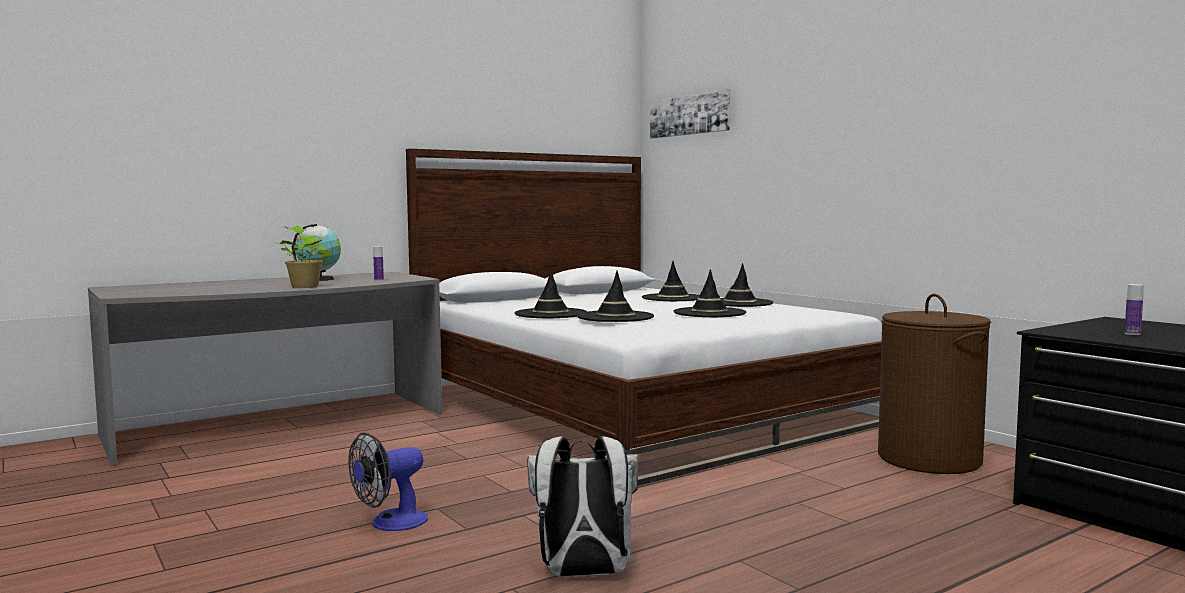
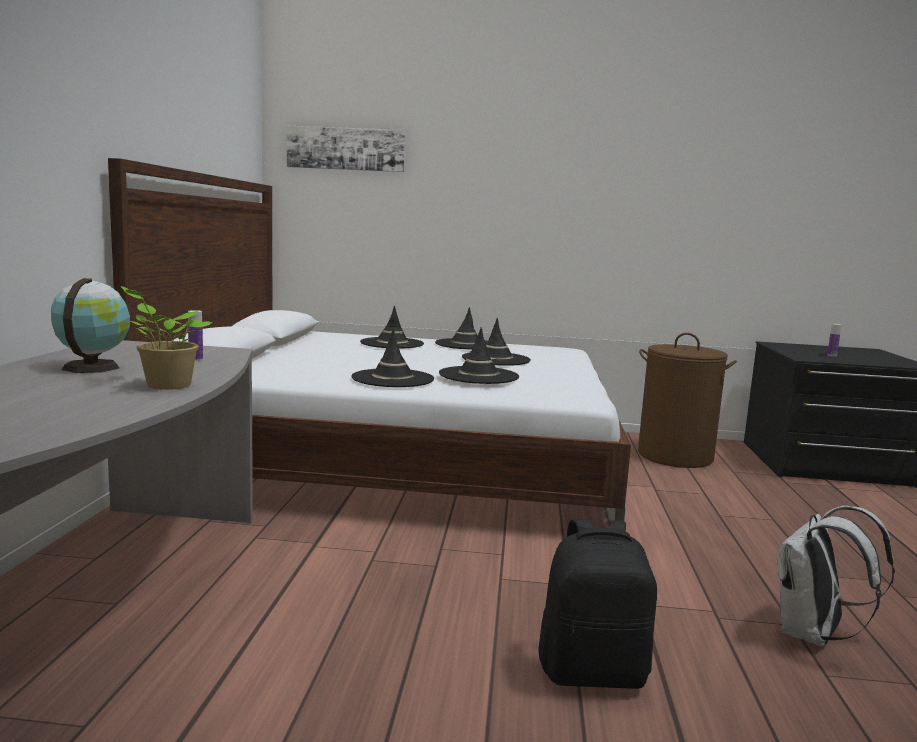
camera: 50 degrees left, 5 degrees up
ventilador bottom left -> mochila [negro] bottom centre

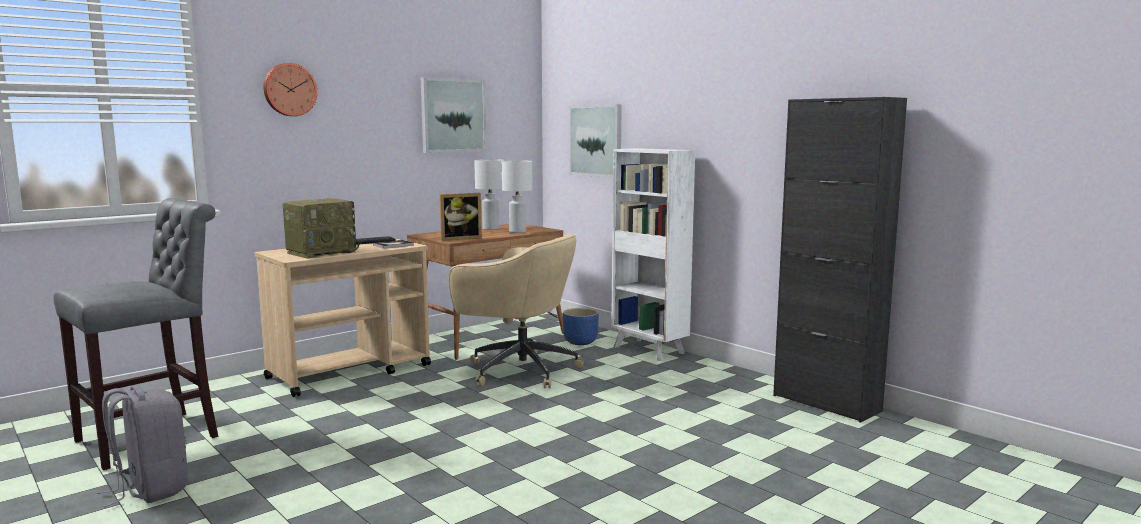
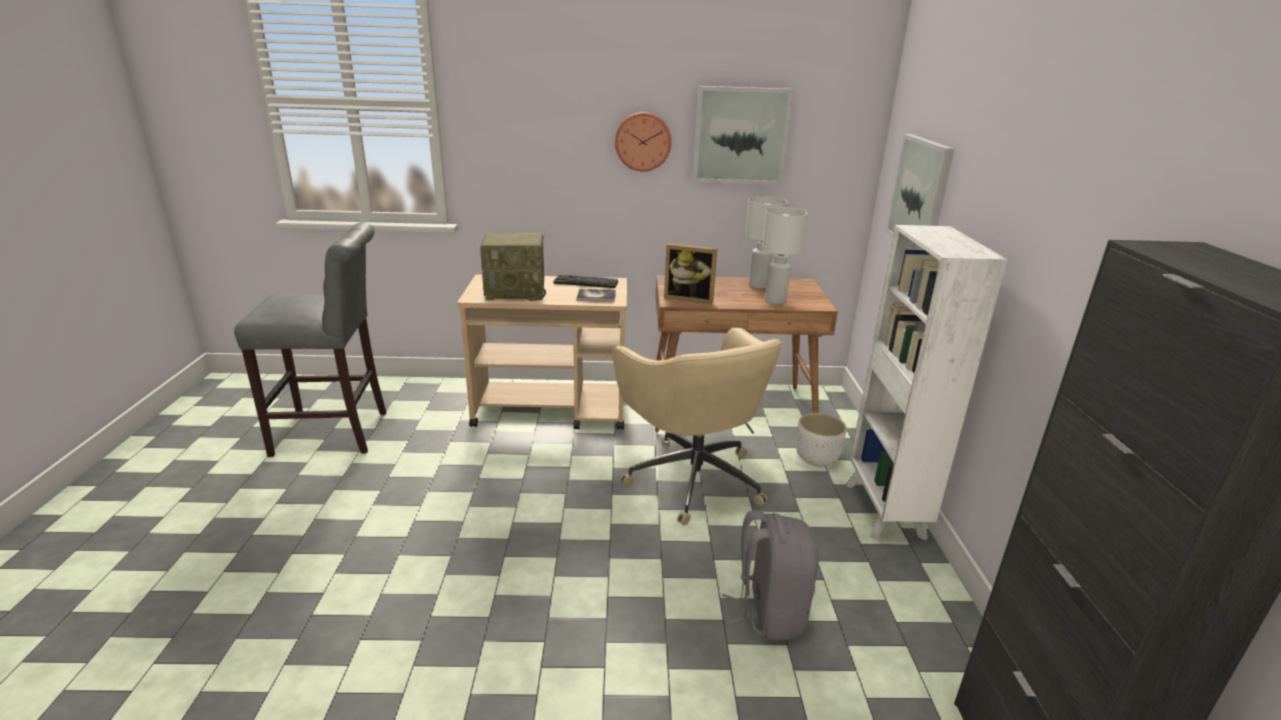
camera: 40 degrees right, 15 degrees up
mochila [gris] bottom left -> mochila [gris] bottom centre, move
reloj de pared top left -> reloj de pared top centre, move
maceta [azul] centre -> maceta [blanco] centre

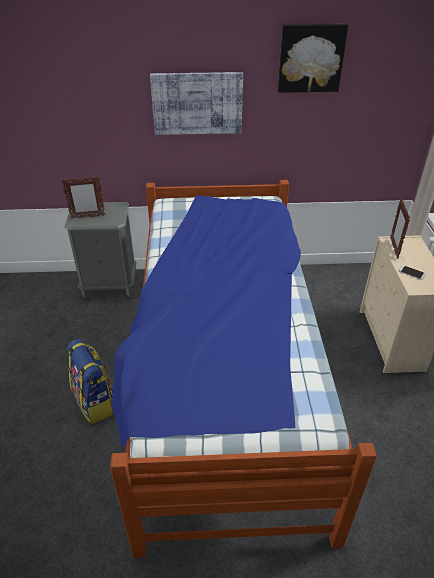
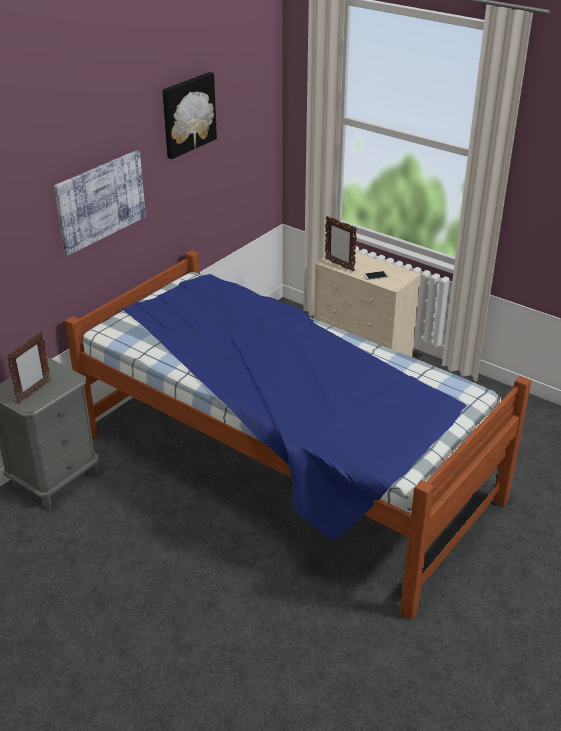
camera: 50 degrees left, 5 degrees down
mochila middle left -> none

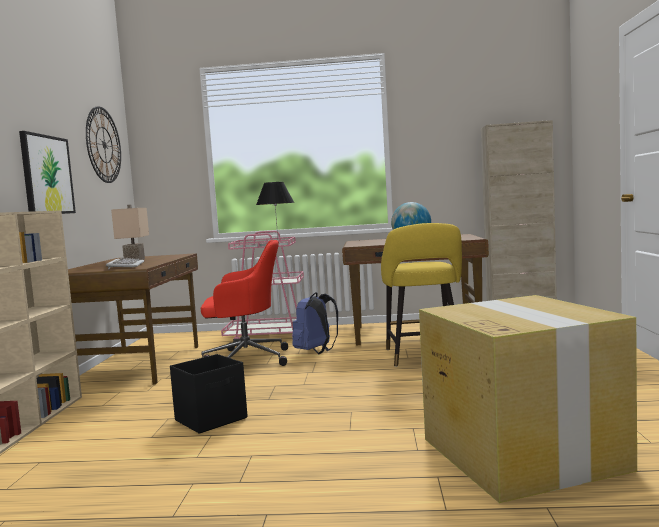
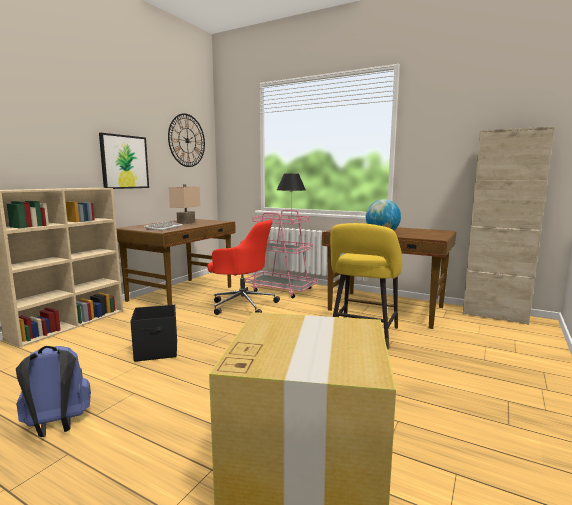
camera: 25 degrees right, 5 degrees up
mochila [azul] centre -> mochila [azul] bottom left, move

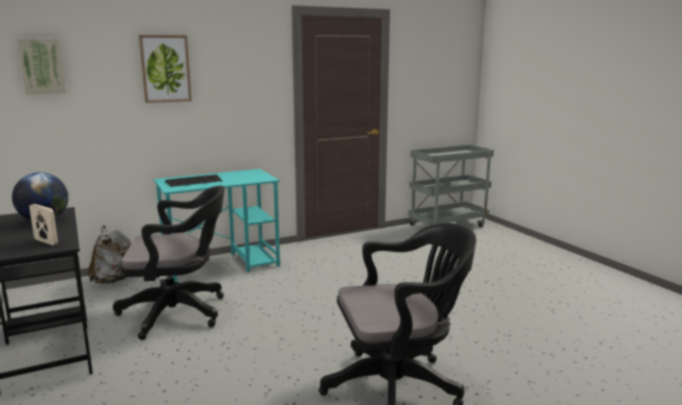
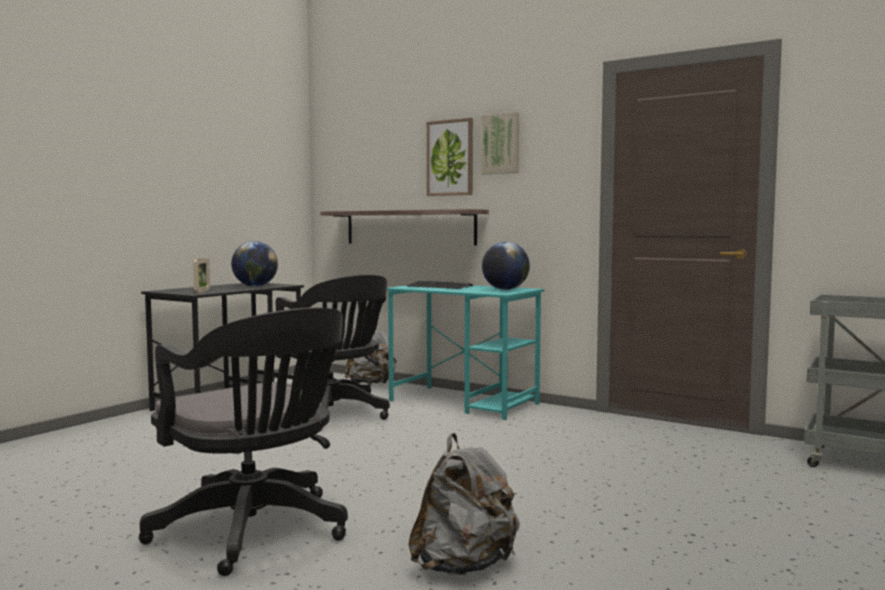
camera: 60 degrees right, 10 degrees down
none -> estante centre
none -> mochila [gris] (2nd from left) bottom centre
none -> globo terráqueo (2nd from left) centre
cuadro (1st from left in the first image) top left -> cuadro (2nd from left) top centre, move

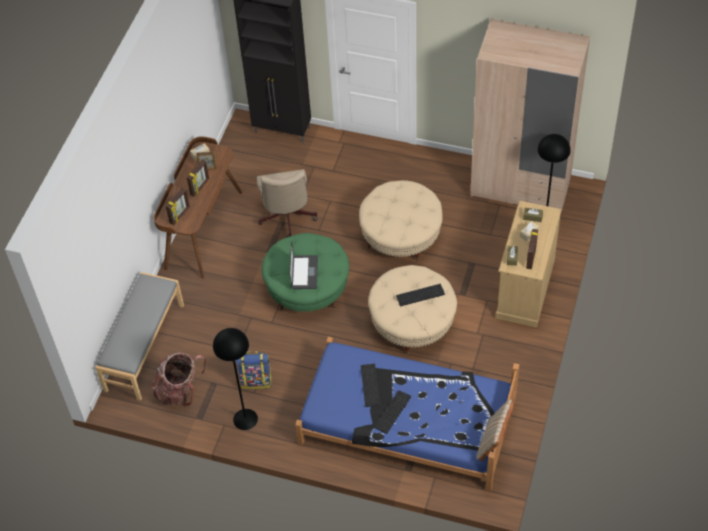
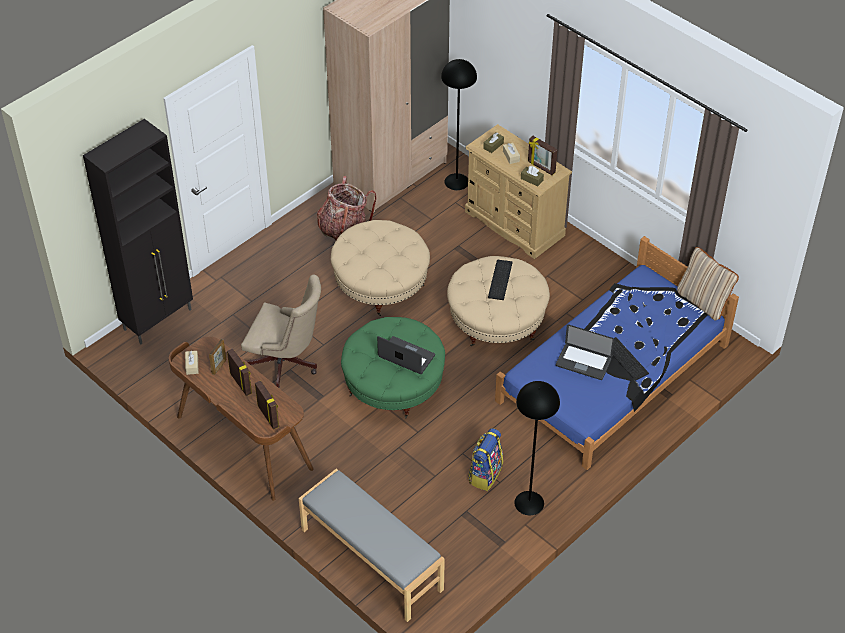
camera: 65 degrees left, 5 degrees down
mochila (1st from left) bottom left -> mochila (1st from left) top centre, move
teclado (1st from left) bottom centre -> portátil (2nd from left) middle right

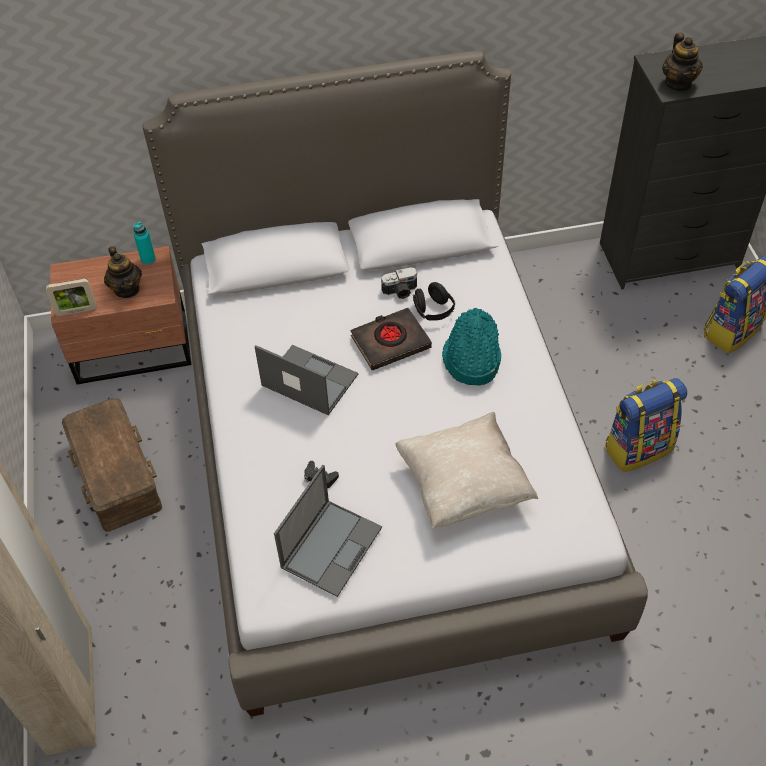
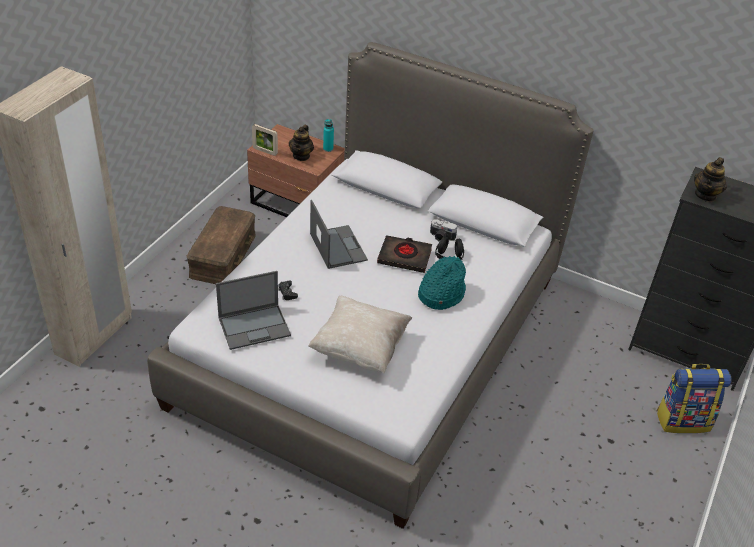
camera: 35 degrees right, 10 degrees down
mochila (1st from left) middle right -> none

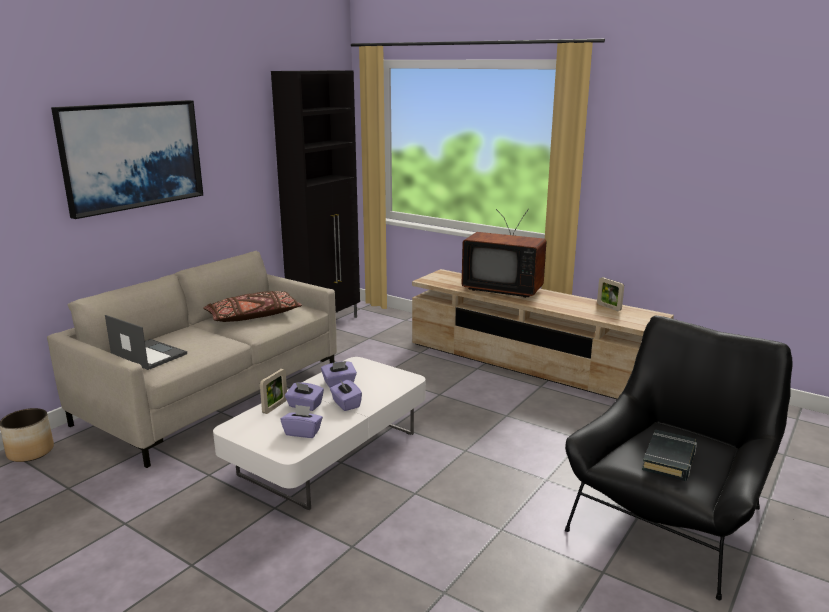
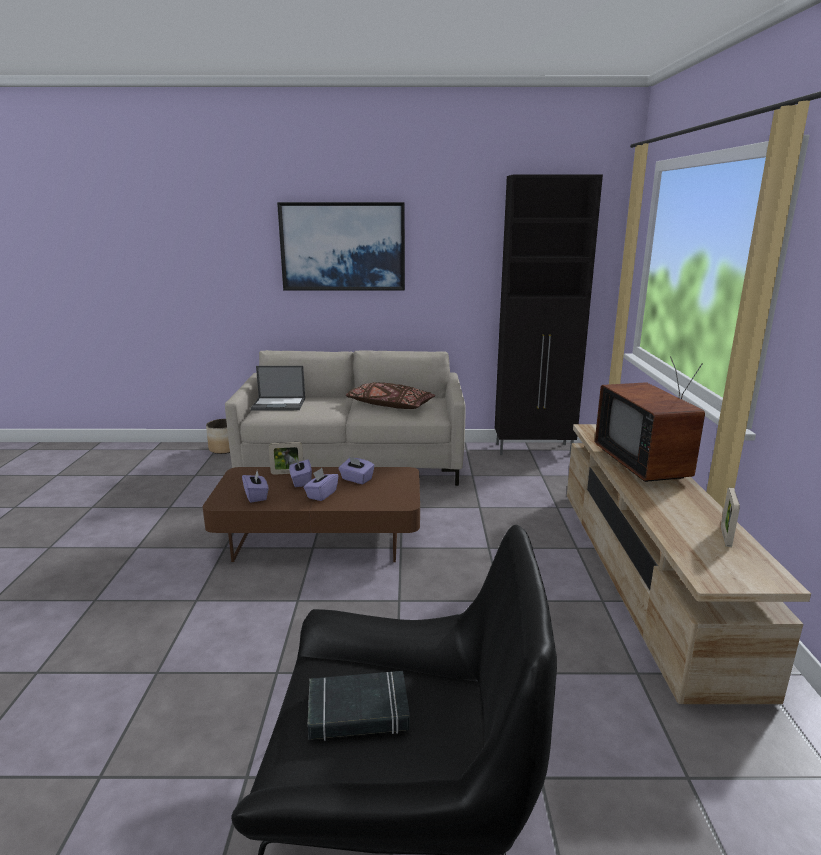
camera: 55 degrees right, 0 degrees up
mesa de centro [blanco] bottom centre -> mesa de centro [marrón] centre
portátil middle left -> portátil centre, 90 degrees clockwise

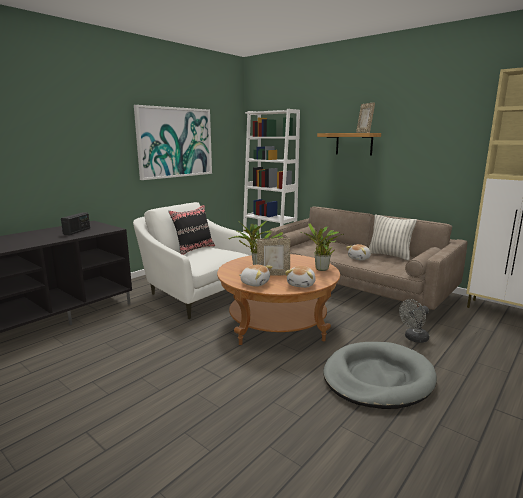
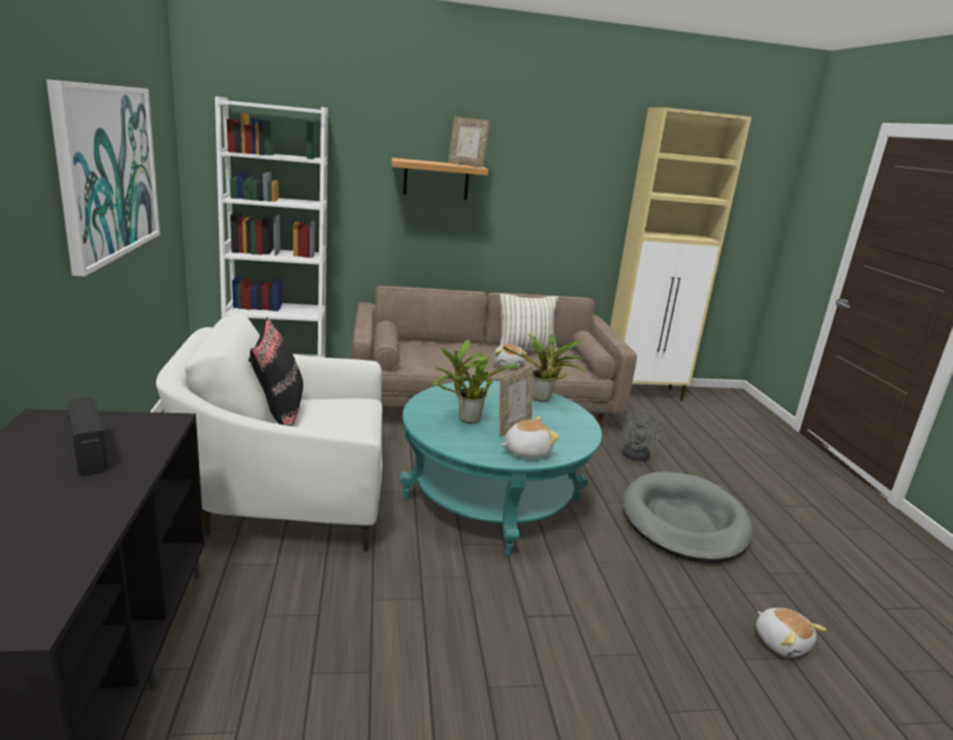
camera: 50 degrees left, 5 degrees up
peluche (2nd from left in the first image) centre -> peluche (3rd from left) bottom right, move
mesa de centro [marrón] centre -> mesa de centro [turquesa] centre

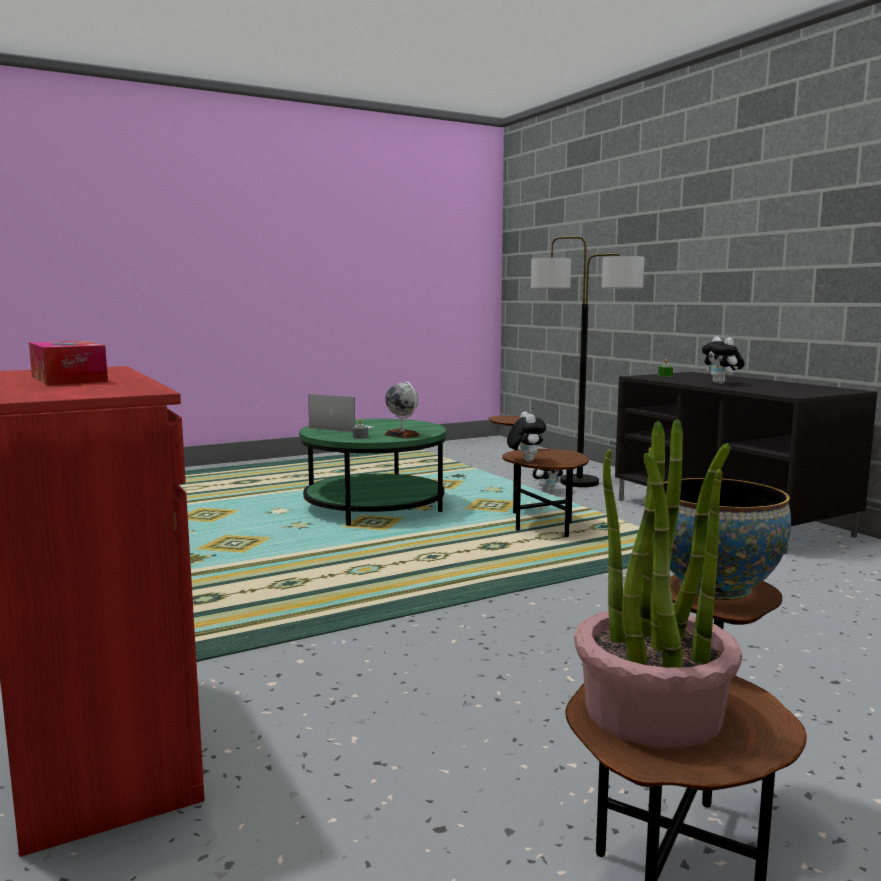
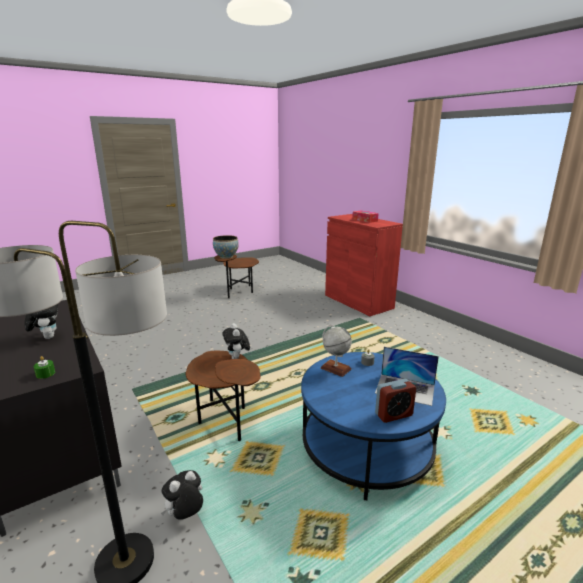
camera: 175 degrees right, 10 degrees up
planta en maceta middle right -> none
none -> despertador bottom right
mesa de centro [verde] centre -> mesa de centro [azul] bottom centre

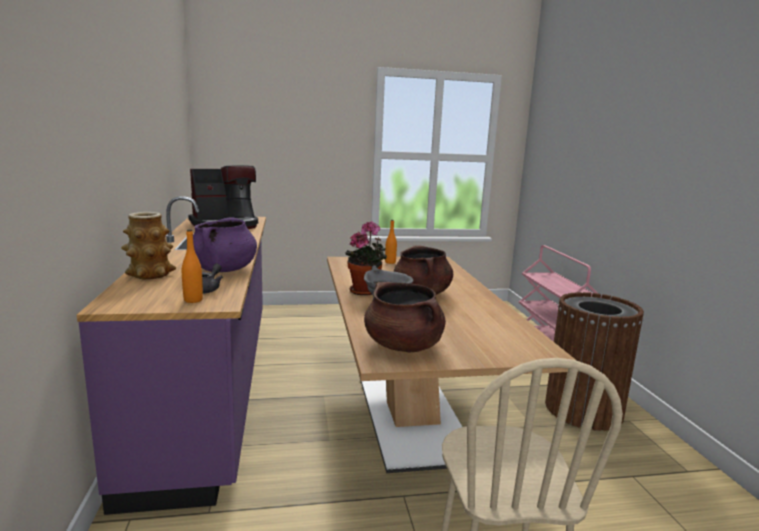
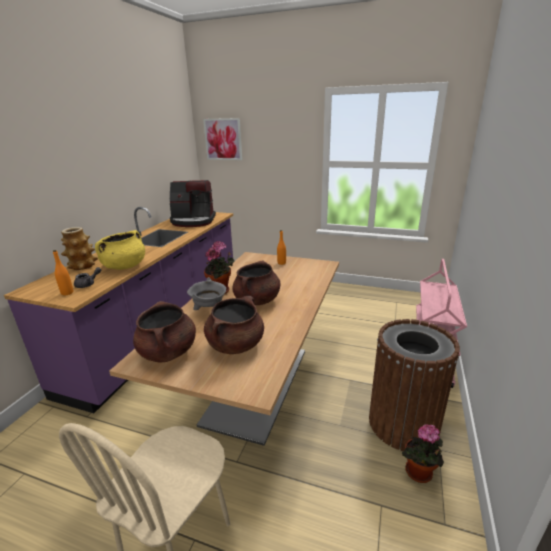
camera: 30 degrees right, 10 degrees up
none -> cuadro top centre
none -> olla [marrón] (2nd from left) centre
none -> planta en maceta (2nd from left) bottom right
olla [morado] middle left -> olla [amarillo] middle left

